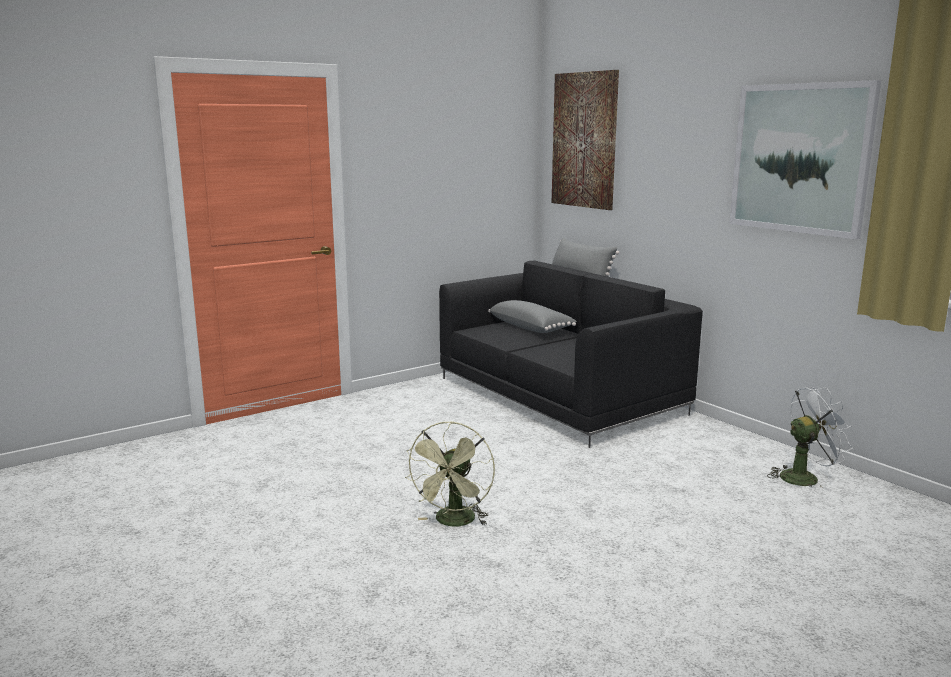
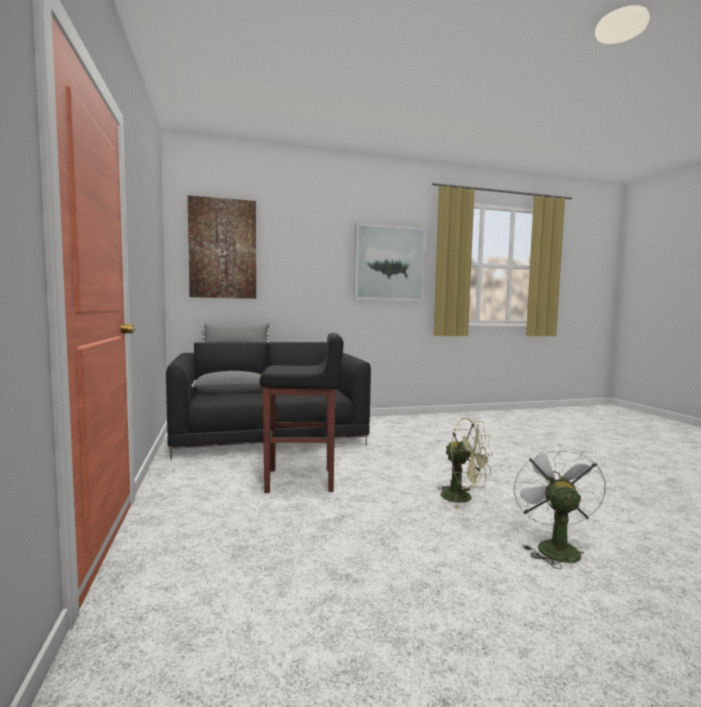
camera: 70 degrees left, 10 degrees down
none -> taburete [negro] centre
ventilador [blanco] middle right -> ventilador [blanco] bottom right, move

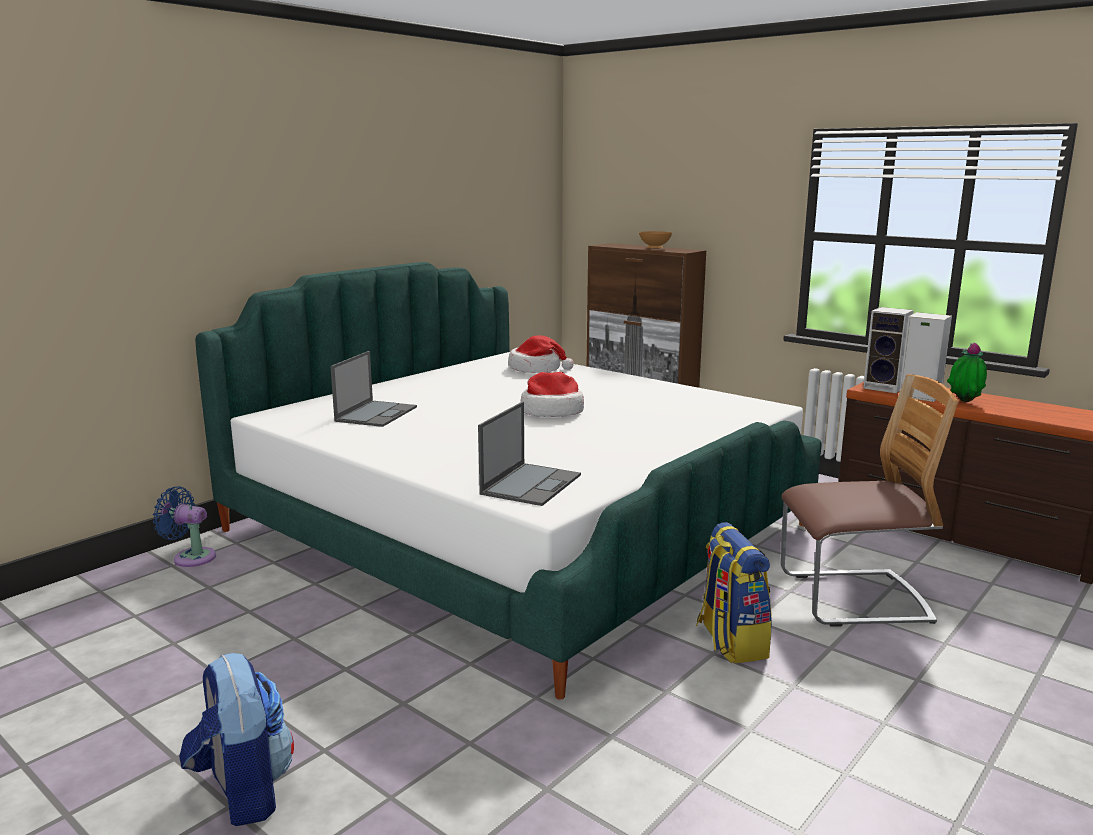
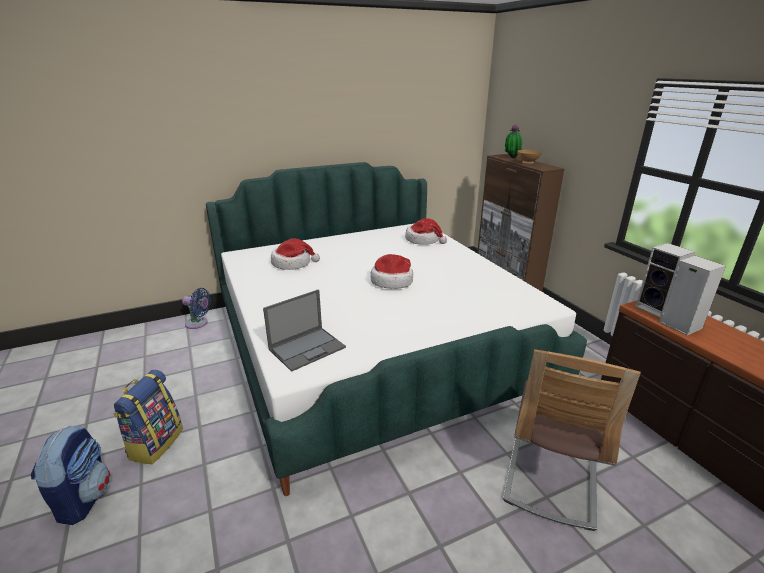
camera: 25 degrees right, 10 degrees up
mochila (2nd from left) bottom right -> mochila (2nd from left) bottom left, move
planta en maceta middle right -> planta en maceta top right, move
portátil (1st from left) centre -> sombrero (1st from left) centre
ventilador [azul] middle left, 150 degrees clockwise
silla middle right -> silla bottom right, 90 degrees clockwise

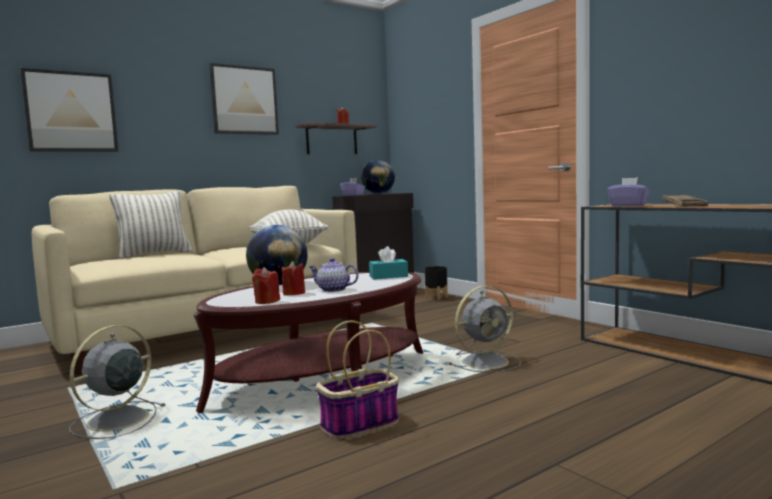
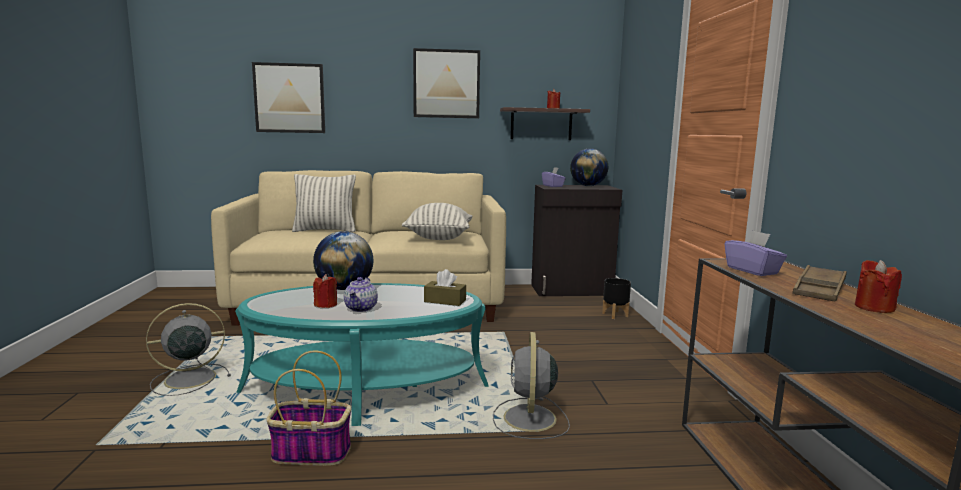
camera: 30 degrees right, 5 degrees up
vela [rojo] (1st from left in the first image) centre -> vela [rojo] (3rd from left) middle right, move
mesa de centro [marrón] bottom centre -> mesa de centro [turquesa] bottom centre
caja de pañuelos [turquesa] centre -> caja de pañuelos [marrón] centre
tetera centre, 135 degrees counterclockwise
ventilador [gris] (2nd from left) centre -> ventilador [gris] (2nd from left) bottom centre, 90 degrees clockwise

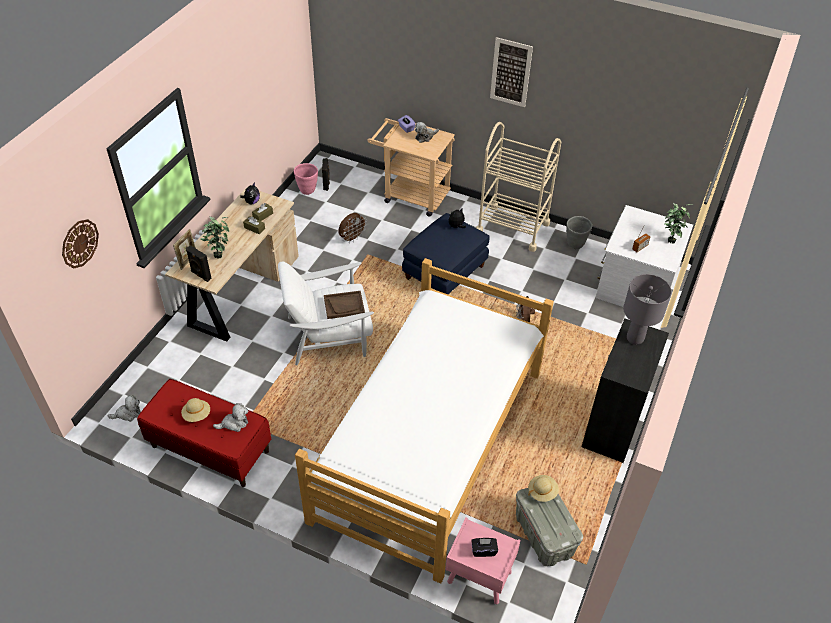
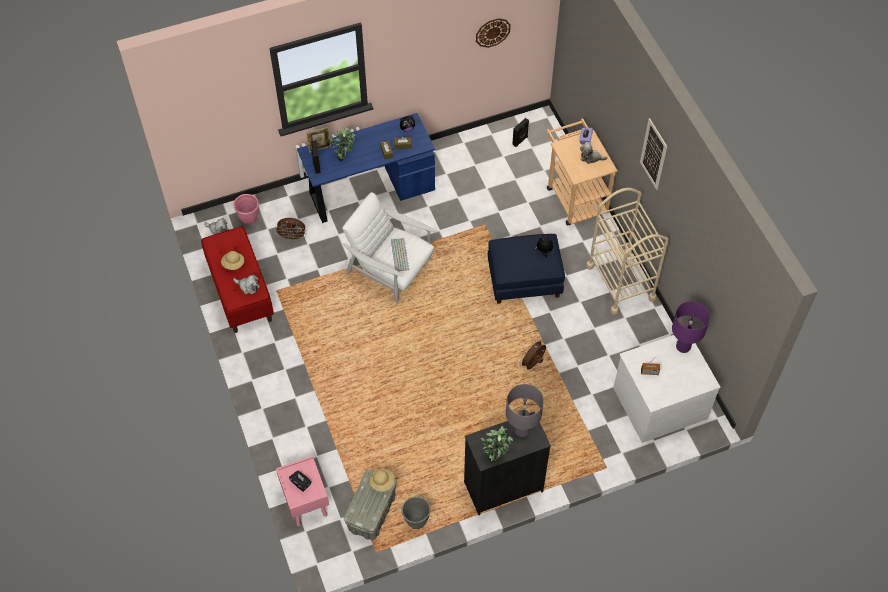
camera: 45 degrees right, 10 degrees up
cama bottom centre -> none
none -> lámpara de mesa [morado] middle right
reloj de pared middle left -> reloj de pared top centre, move
maceta [rosa] top centre -> maceta [rosa] middle left, move
ventilador [marrón] (1st from left) centre -> ventilador [marrón] (1st from left) middle left, move
maceta [gris] middle right -> maceta [gris] bottom centre, move
planta en maceta (2nd from left) middle right -> planta en maceta (2nd from left) bottom centre, move
bandeja [marrón] centre -> teclado centre
escritorio [beis] middle left -> escritorio [azul] top centre

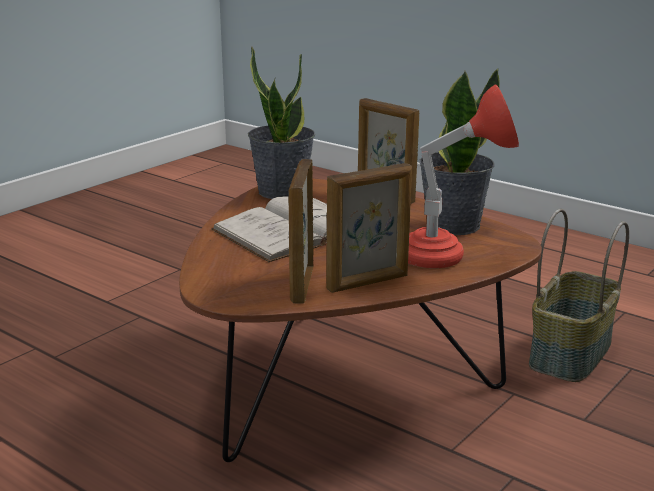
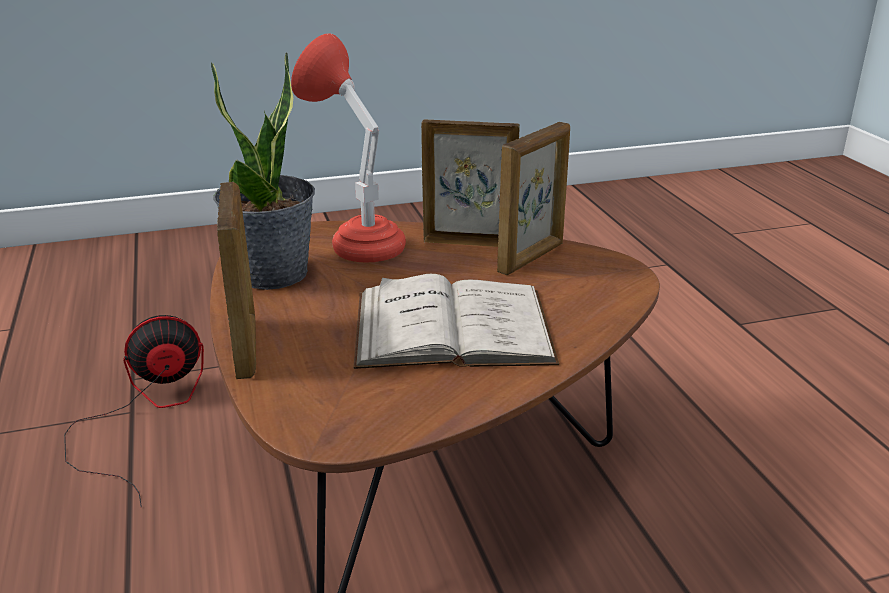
camera: 145 degrees left, 5 degrees up
planta en maceta (1st from left) top centre -> none
cesta middle right -> ventilador bottom left

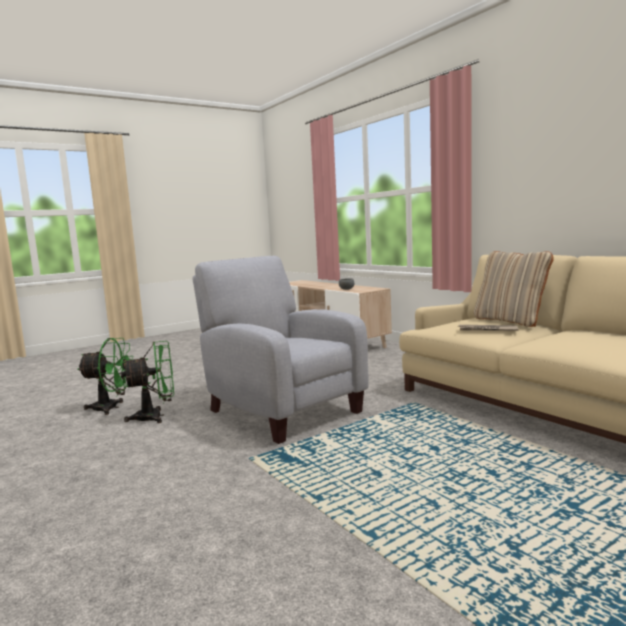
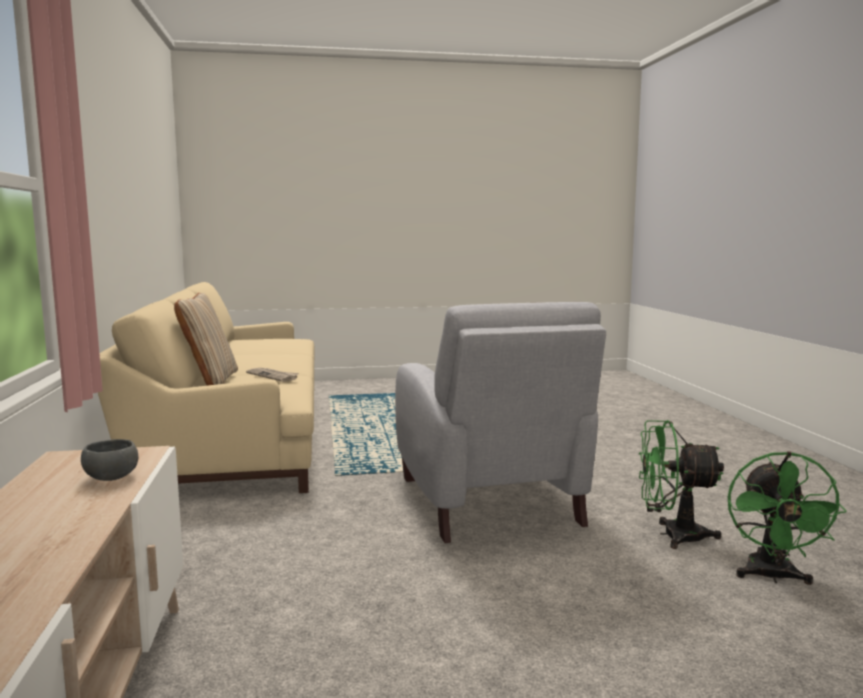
camera: 155 degrees left, 0 degrees up
ventilador [verde] (1st from left in the first image) middle left -> ventilador [verde] (2nd from left) bottom right, 105 degrees counterclockwise

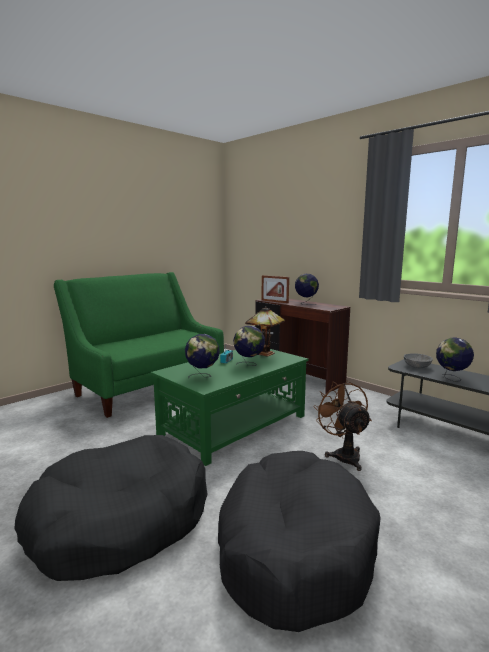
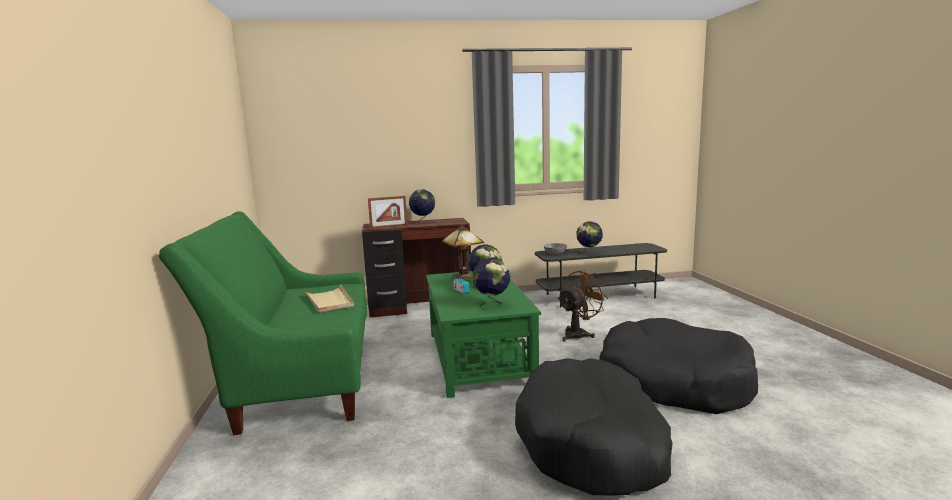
camera: 55 degrees left, 0 degrees up
none -> bandeja [beis] centre
ventilador [marrón] middle right -> ventilador [marrón] centre, 120 degrees clockwise

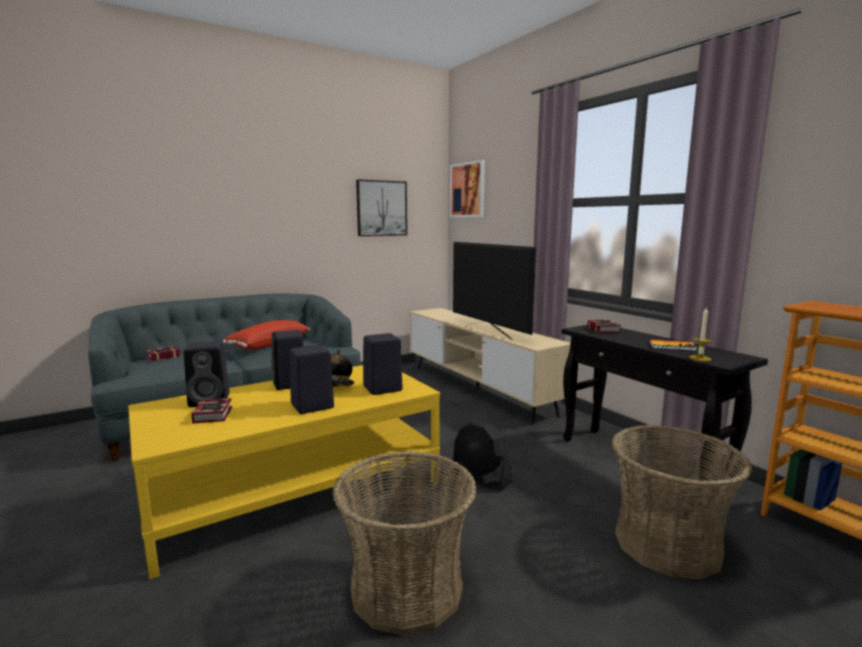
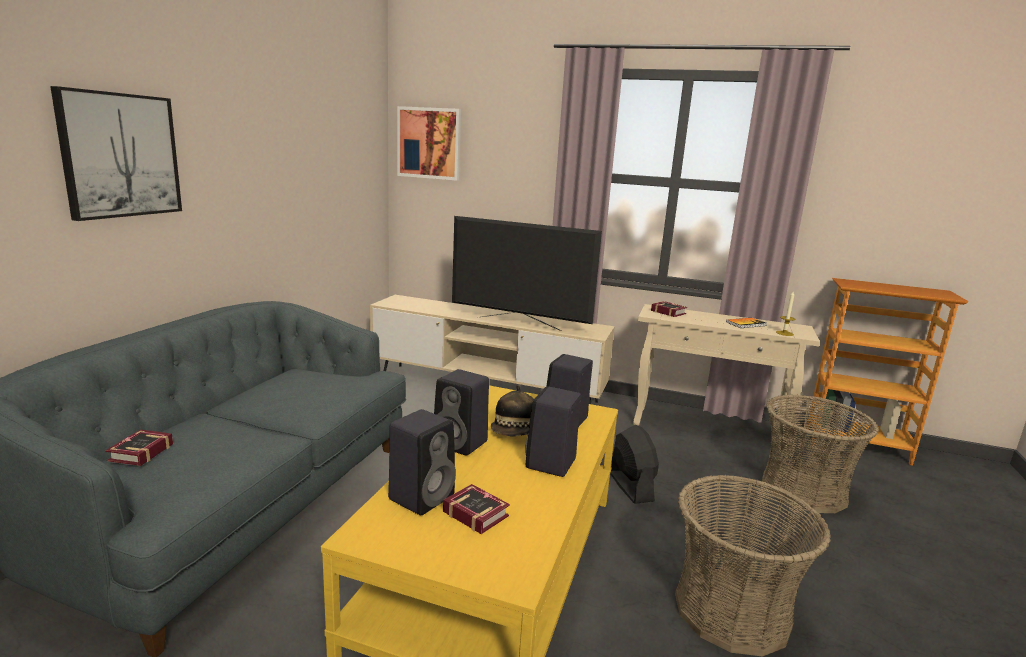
camera: 40 degrees left, 5 degrees up
cojín [rojo] middle left -> none
cuadro (1st from left) top centre -> cuadro (1st from left) top left, move
mesa consola [negro] middle right -> mesa consola [beis] middle right
ventilador [negro] bottom centre, 105 degrees counterclockwise

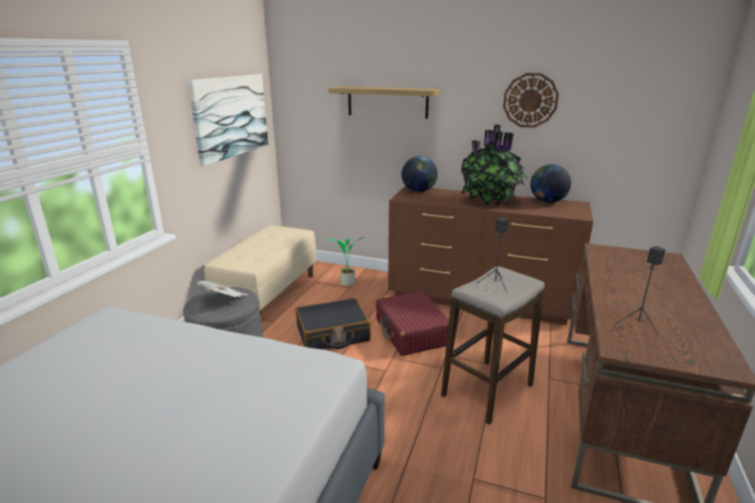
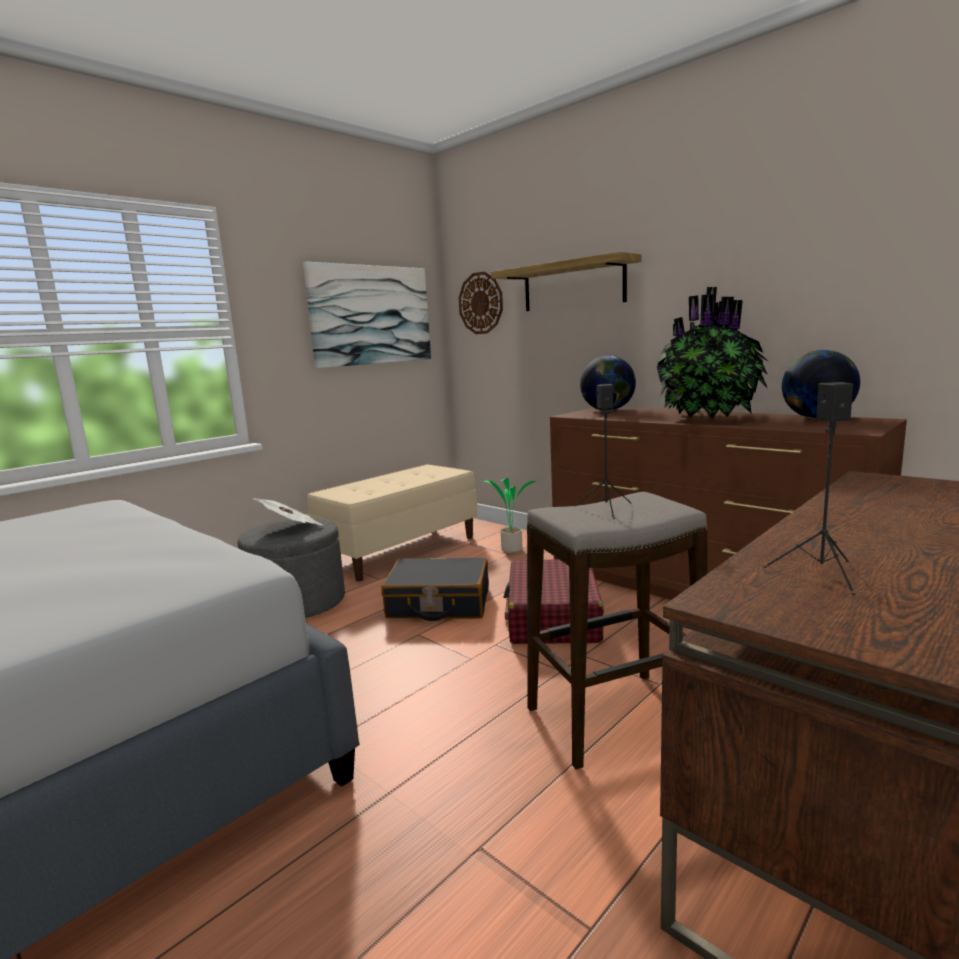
camera: 25 degrees right, 10 degrees down
reloj de pared top right -> reloj de pared top centre, move

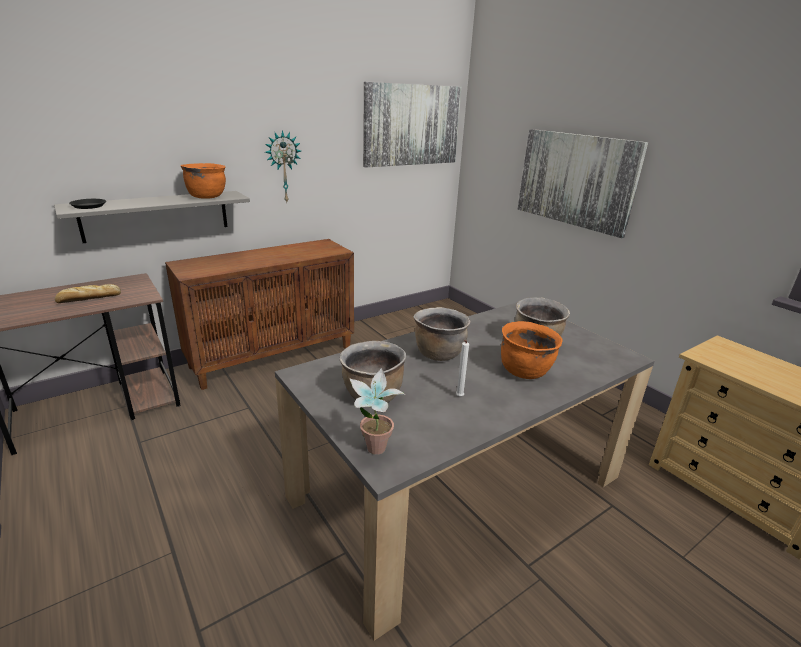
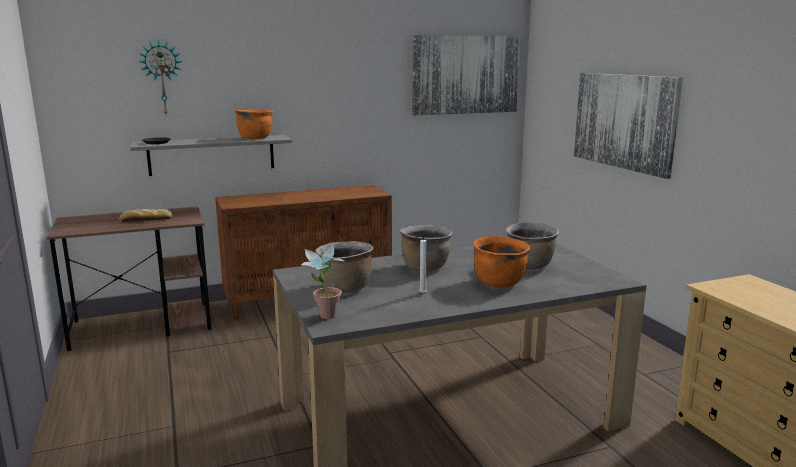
camera: 15 degrees right, 10 degrees down
reloj de pared top centre -> reloj de pared top left, move

